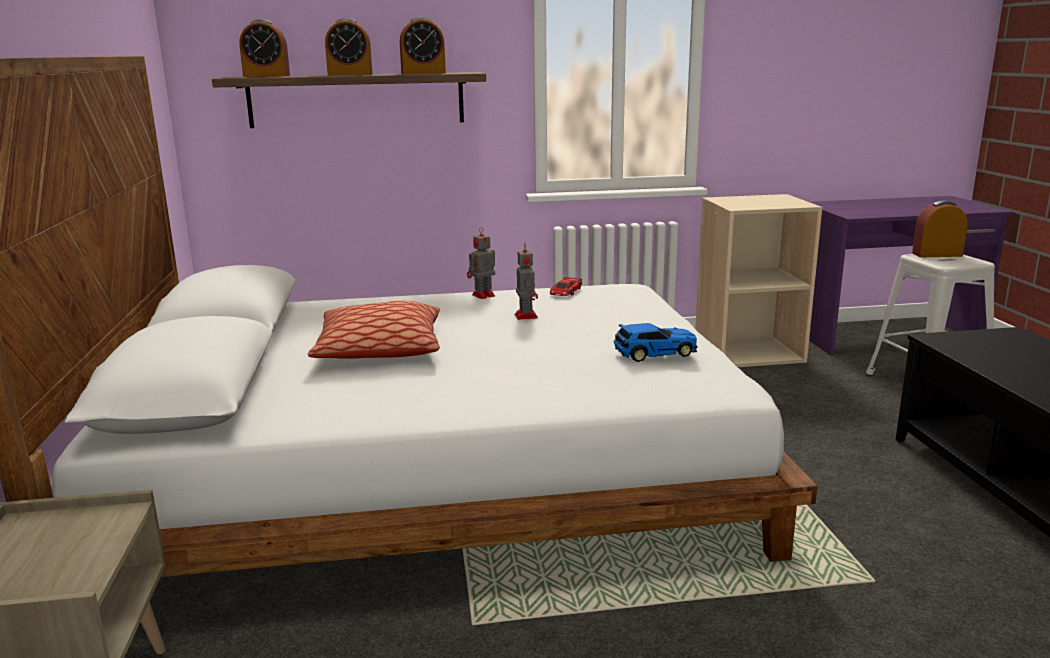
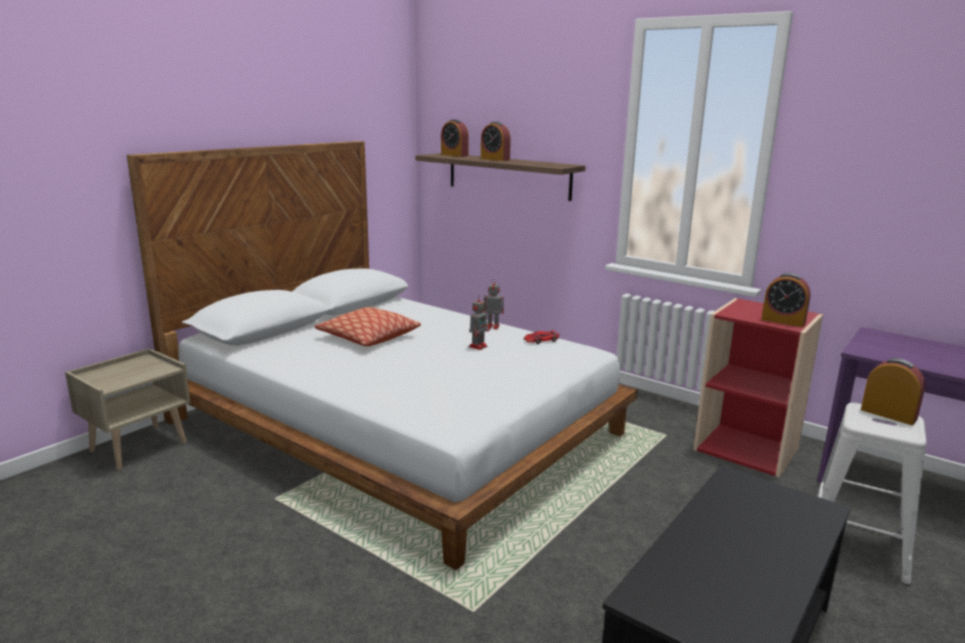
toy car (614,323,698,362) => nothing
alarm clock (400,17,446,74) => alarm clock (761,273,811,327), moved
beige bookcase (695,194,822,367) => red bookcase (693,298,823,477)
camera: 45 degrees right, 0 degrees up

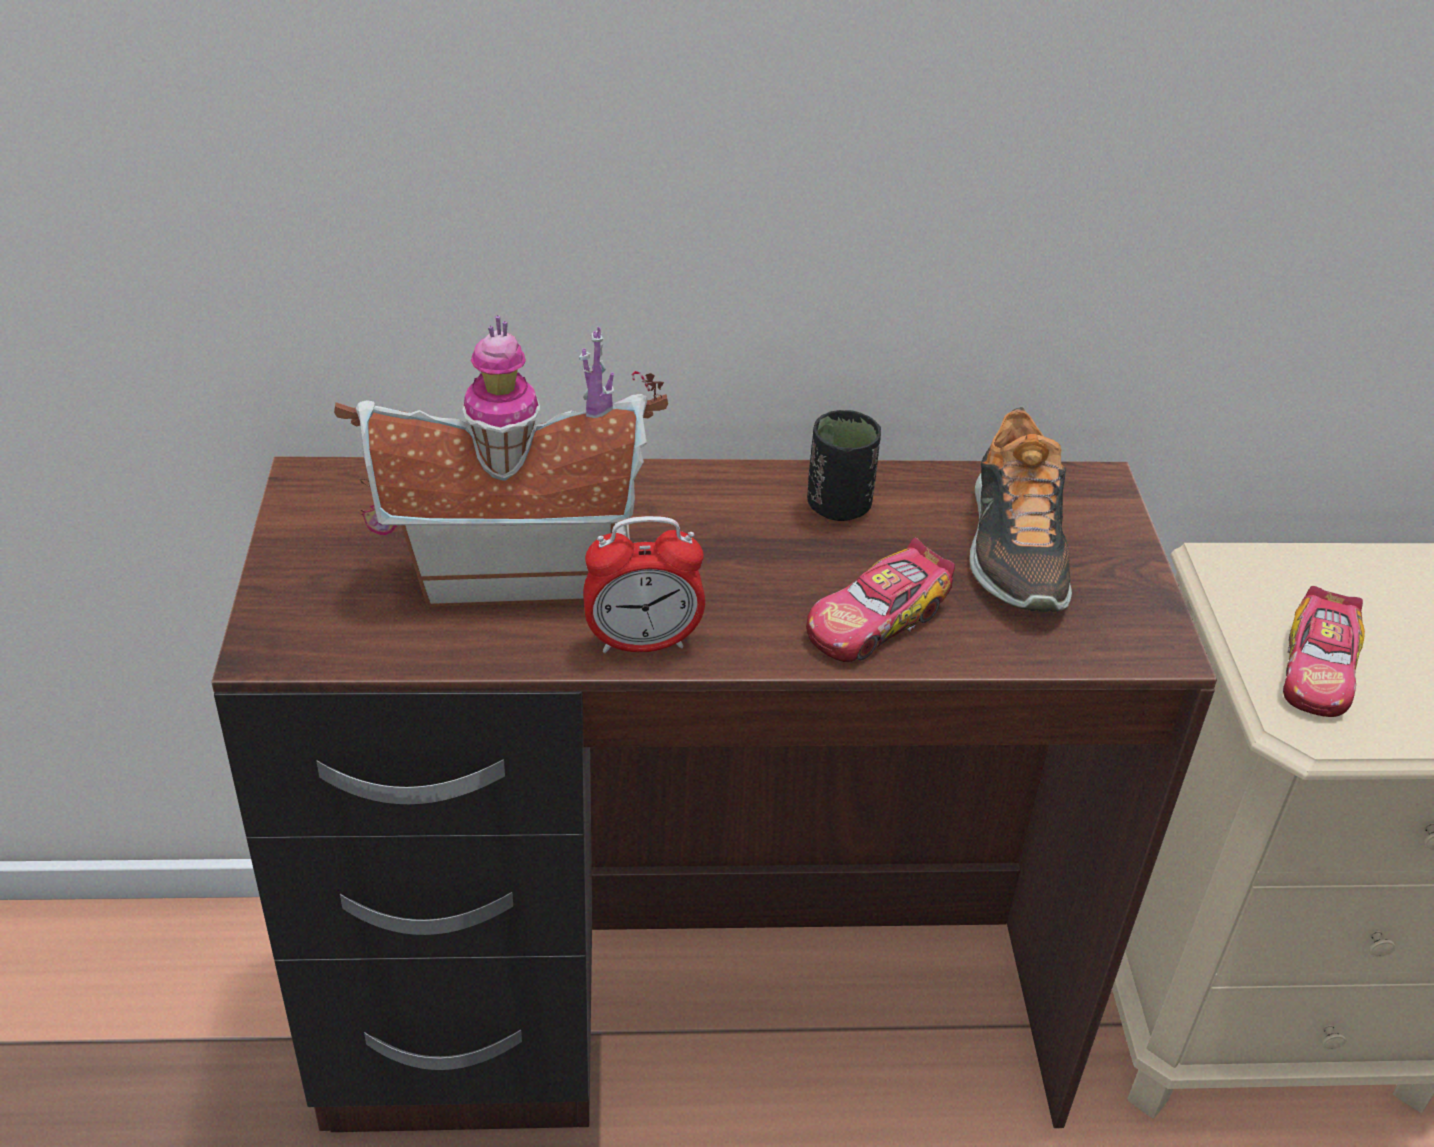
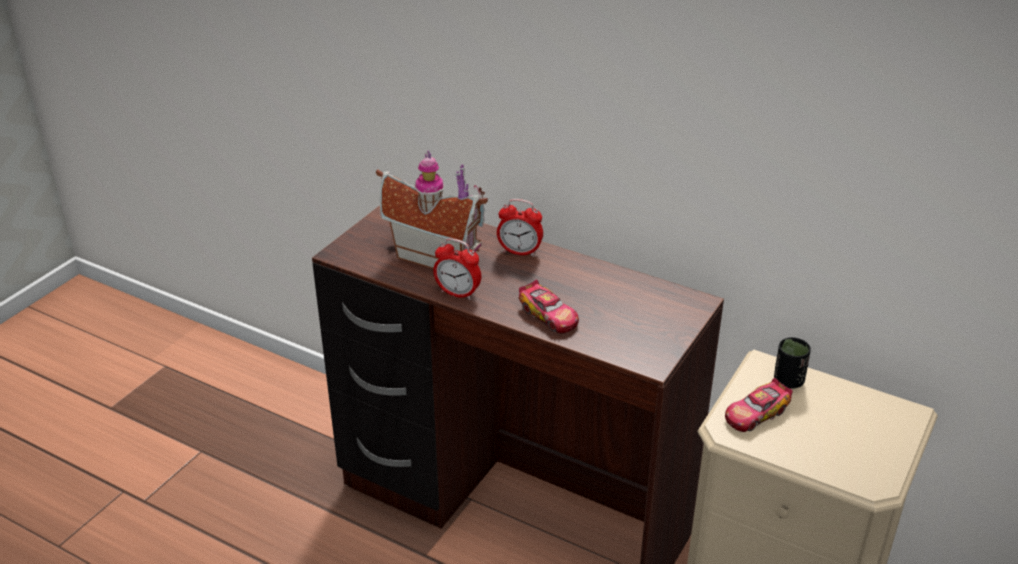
shoe (970,407,1072,612) => nothing
nothing => alarm clock (497,199,543,257)
black cup (807,410,881,521) => black cup (774,337,811,389), moved
toy car (806,538,955,662) => toy car (519,280,579,333), 120 degrees counterclockwise
camera: 35 degrees right, 5 degrees down

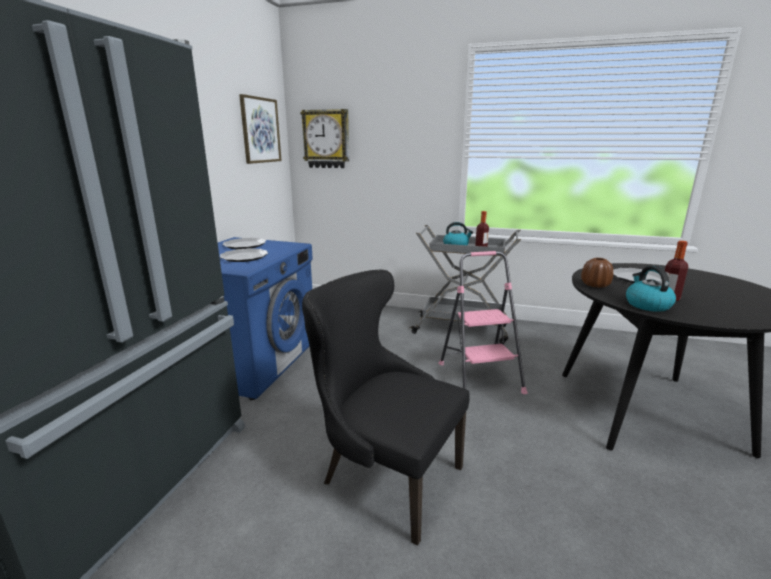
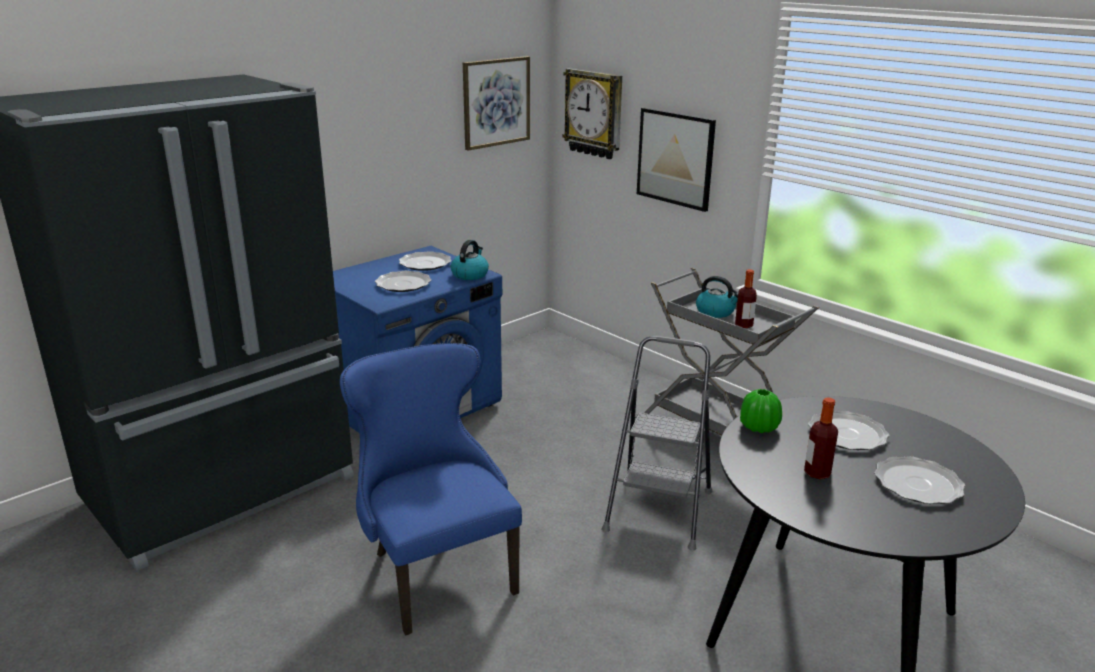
nothing => picture (637,108,716,212)
nothing => plate (874,456,965,504)
kettle (626,266,676,312) => kettle (450,240,489,280), moved
black chair (302,270,470,546) => blue chair (340,343,522,636)
pink step ladder (438,251,528,394) => grey step ladder (601,336,713,550)
brown vase (581,258,613,288) => green vase (740,389,782,433)
camera: 30 degrees right, 5 degrees up

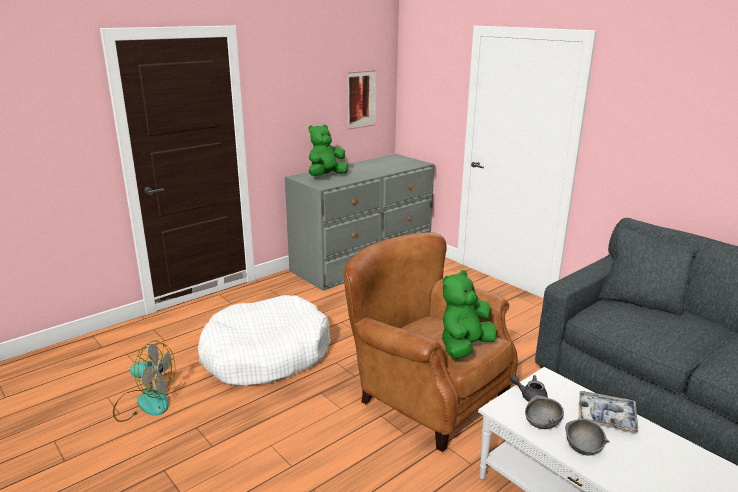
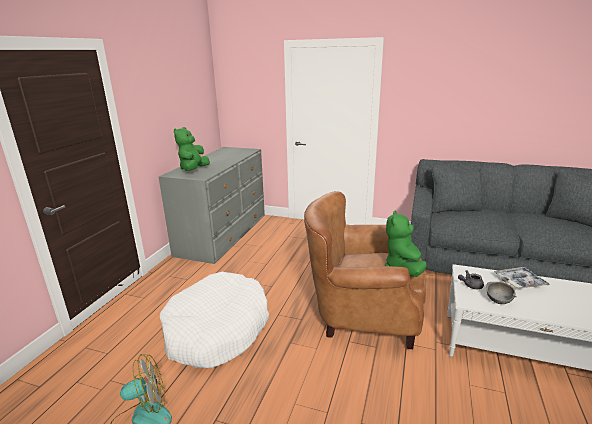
picture (347,70,376,130) => nothing
grey bowl (565,419,610,456) => nothing
camera: 30 degrees left, 0 degrees up

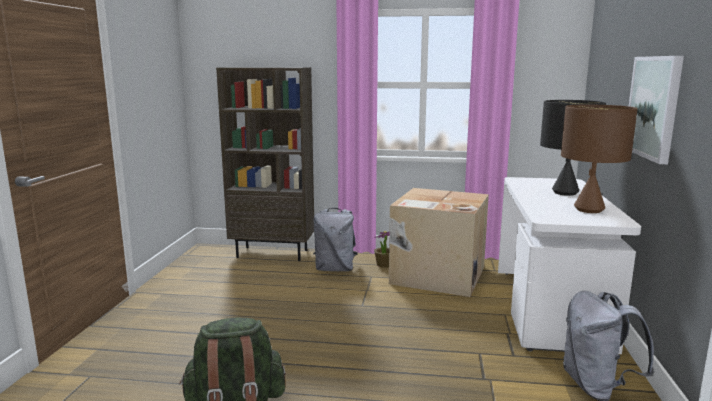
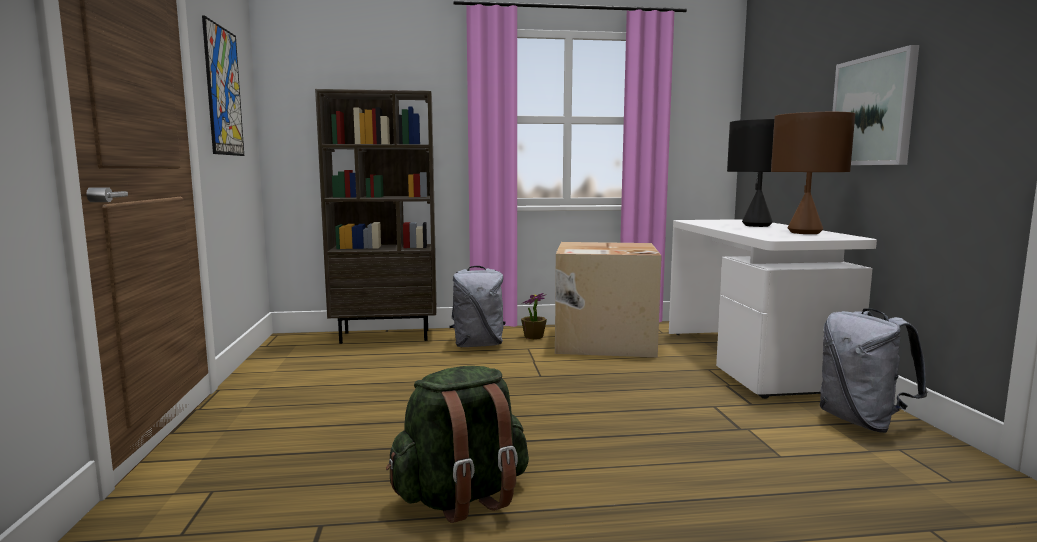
nothing => picture (202,15,244,156)
camera: 15 degrees left, 5 degrees down

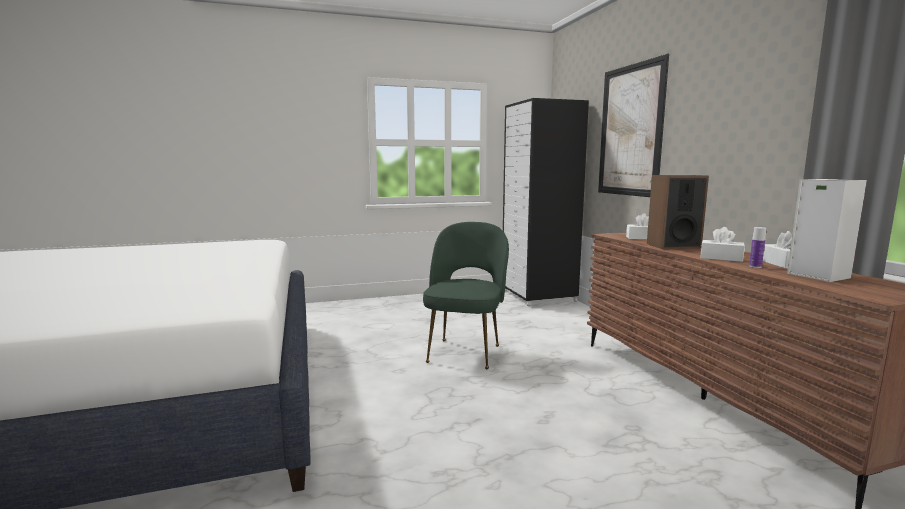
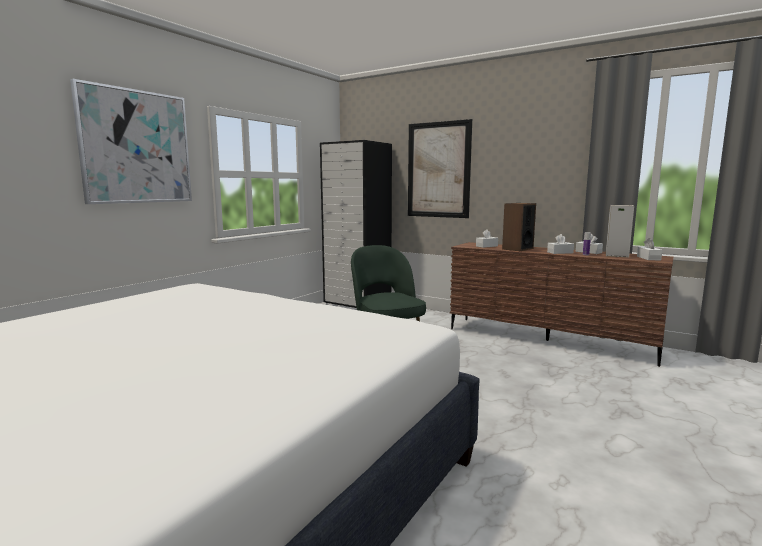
nothing => picture (70,79,192,204)
nothing => white tissue box (637,238,662,260)
camera: 40 degrees left, 0 degrees up

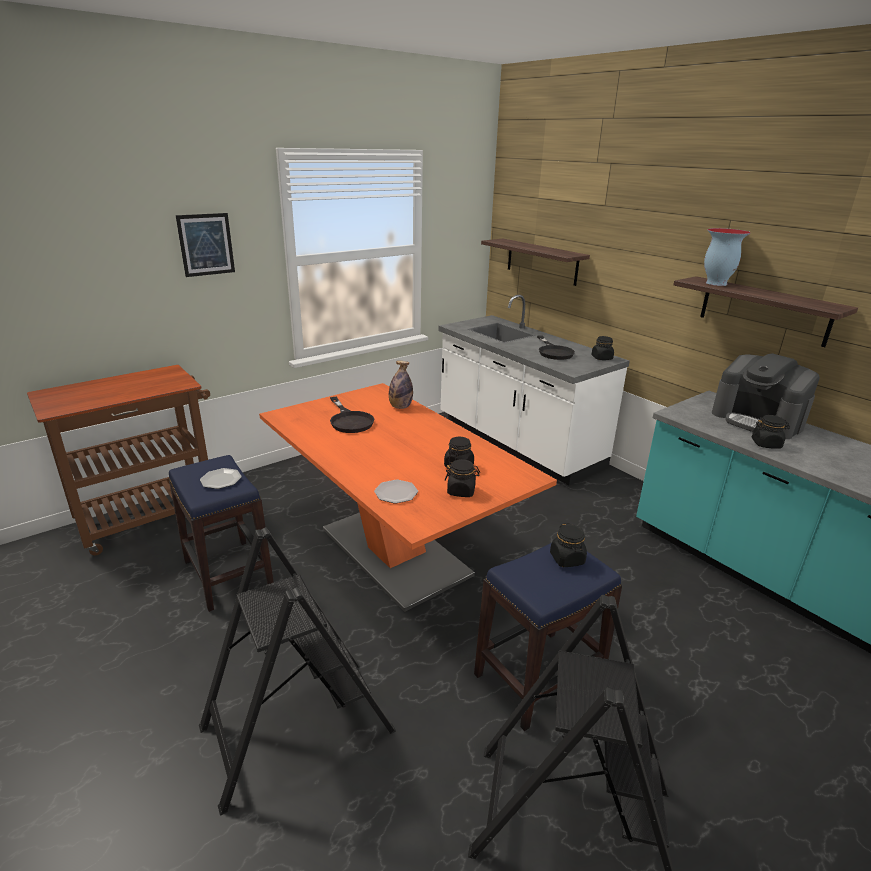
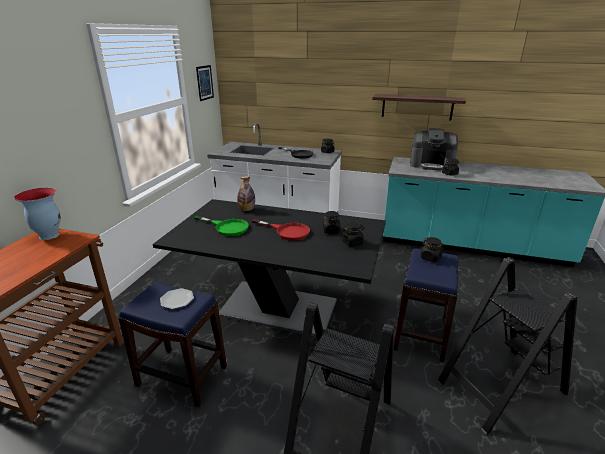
plate (374,480,418,504) => nothing
shelf (481,239,590,286) => nothing
nothing => red frying pan (252,219,310,241)
picture (175,213,235,277) => picture (196,65,214,101), moved
vase (704,228,751,286) => vase (14,187,61,240), moved
orange dining table (259,383,557,612) => black dining table (153,199,386,337)
black frying pan (330,397,374,433) => green frying pan (194,216,249,236)
camera: 35 degrees left, 0 degrees up

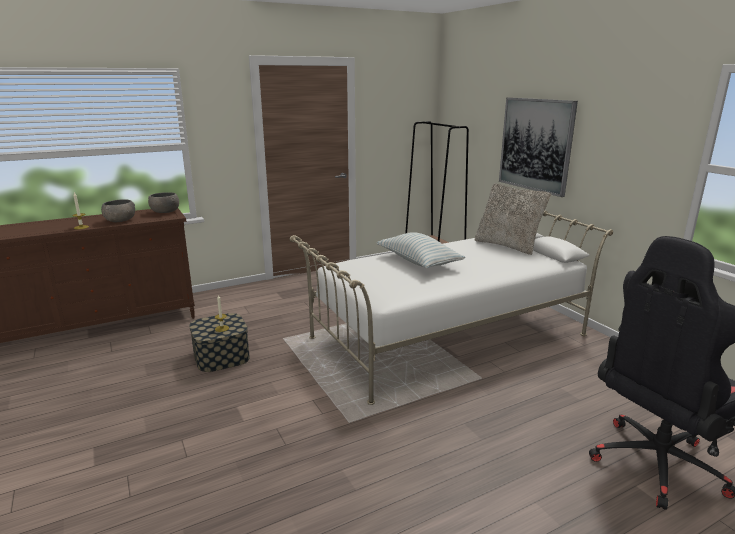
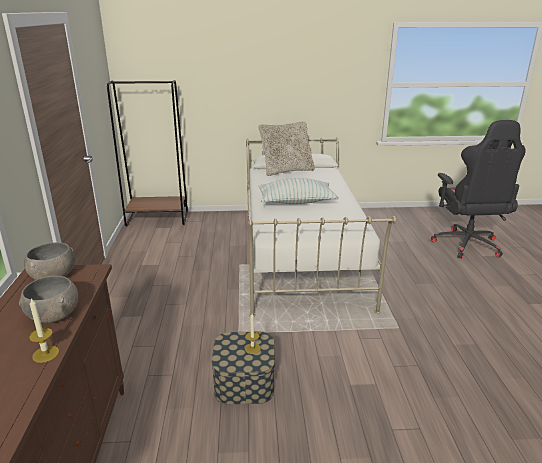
picture (499,97,578,197) => nothing
camera: 65 degrees left, 5 degrees up

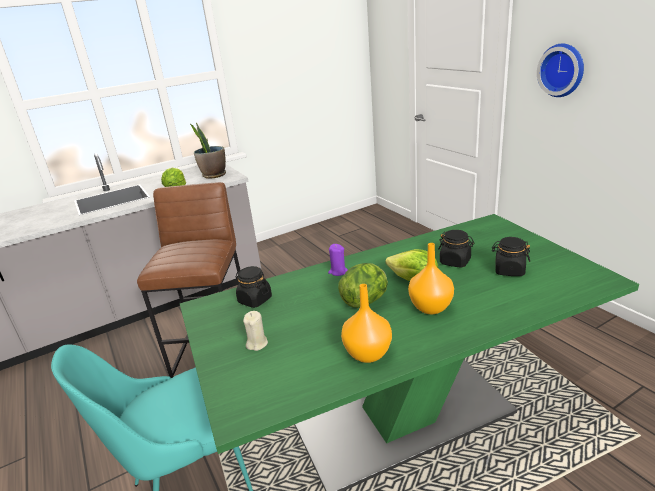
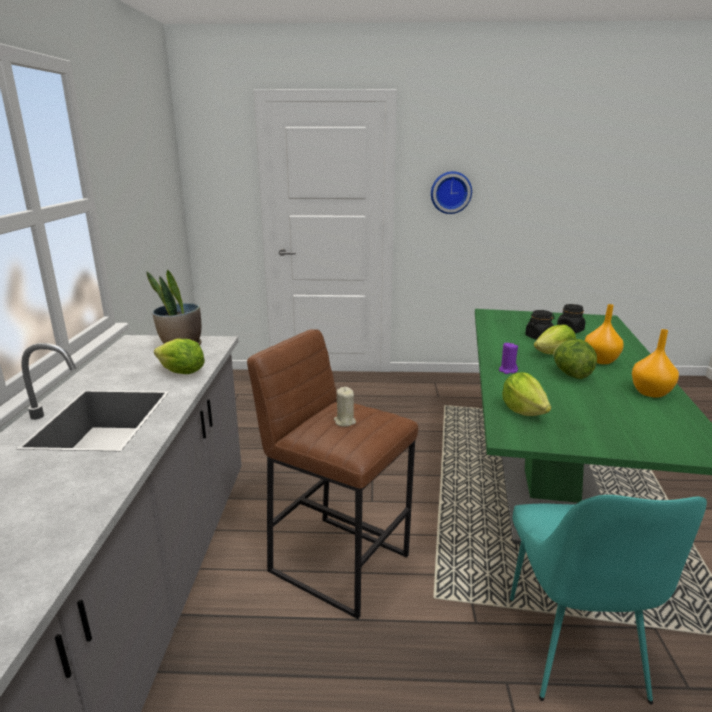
beige candle (243,311,268,351) => beige candle (334,387,356,427), moved
black jar (236,266,272,308) => lettuce (502,372,551,416)
camera: 60 degrees left, 5 degrees down

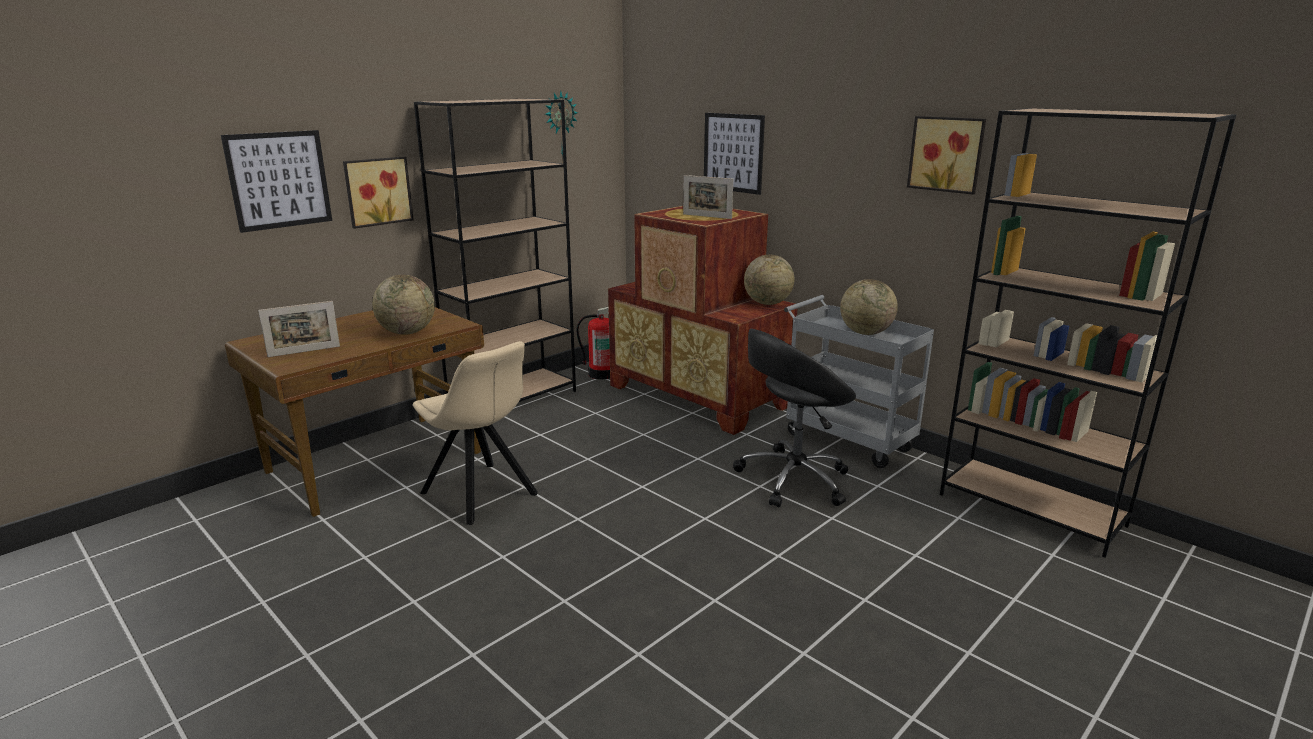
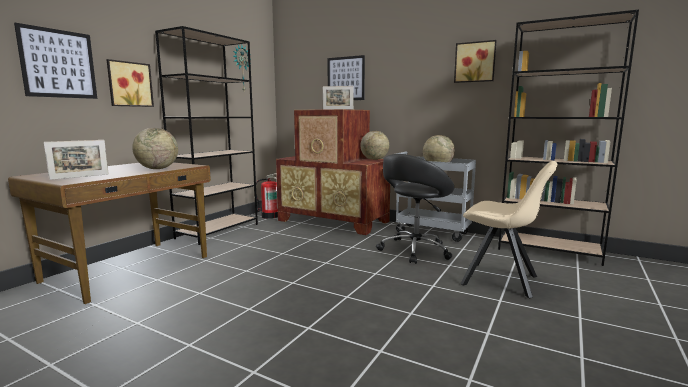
beige chair (413,341,538,525) => beige chair (461,161,557,298), moved
camera: 15 degrees left, 10 degrees down

